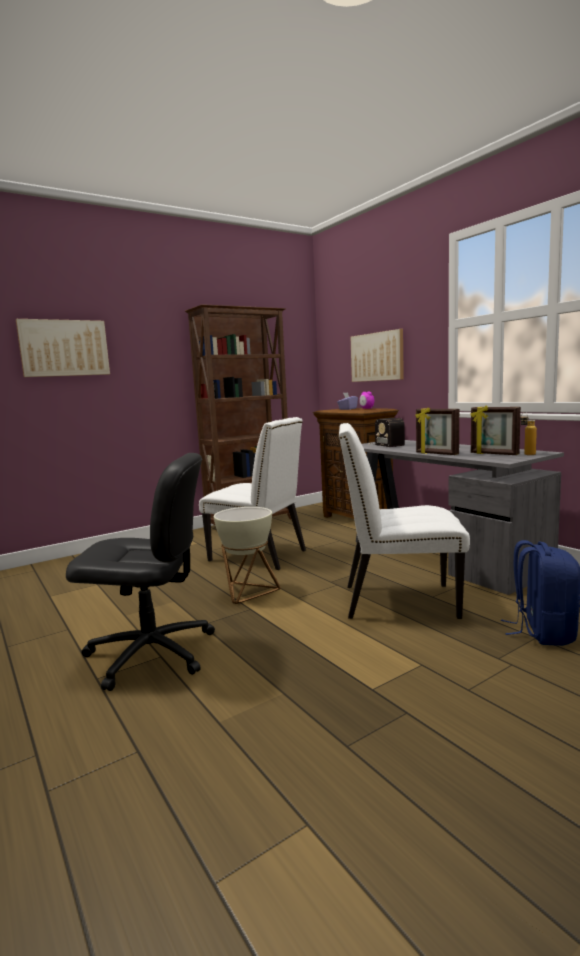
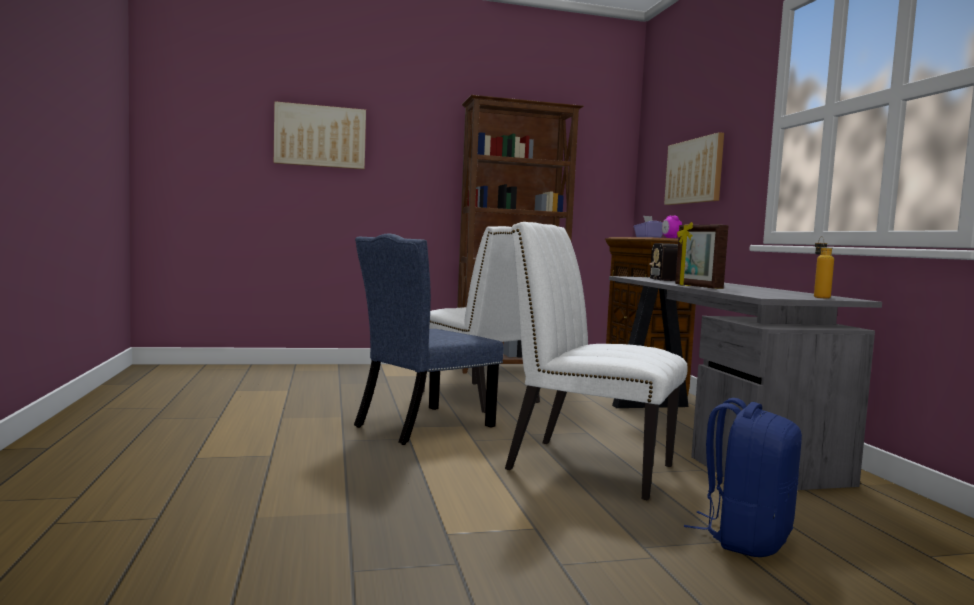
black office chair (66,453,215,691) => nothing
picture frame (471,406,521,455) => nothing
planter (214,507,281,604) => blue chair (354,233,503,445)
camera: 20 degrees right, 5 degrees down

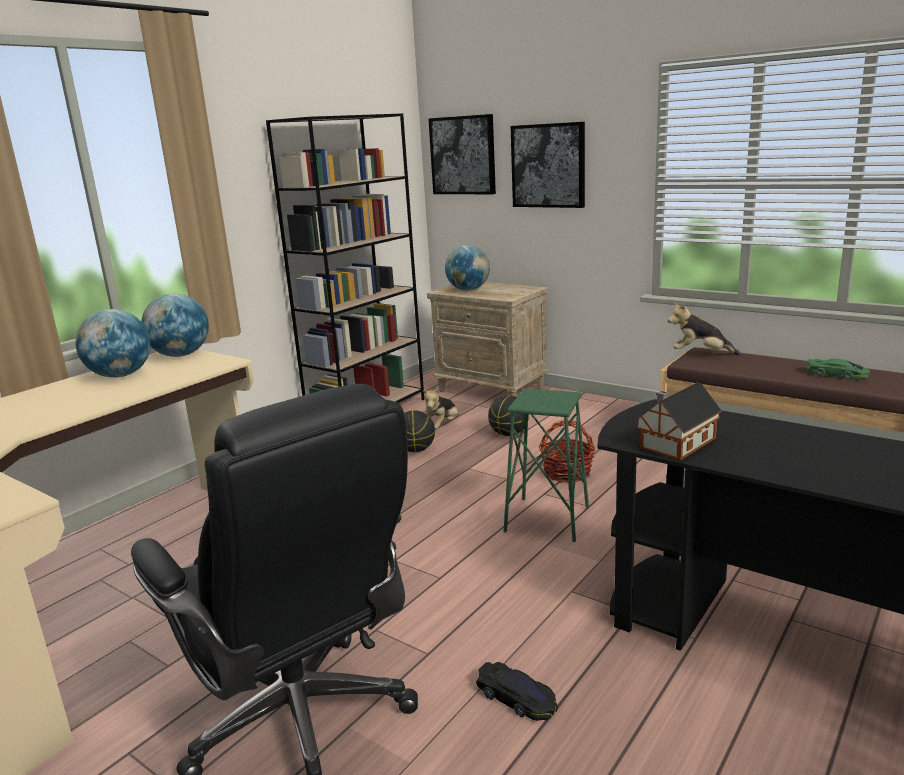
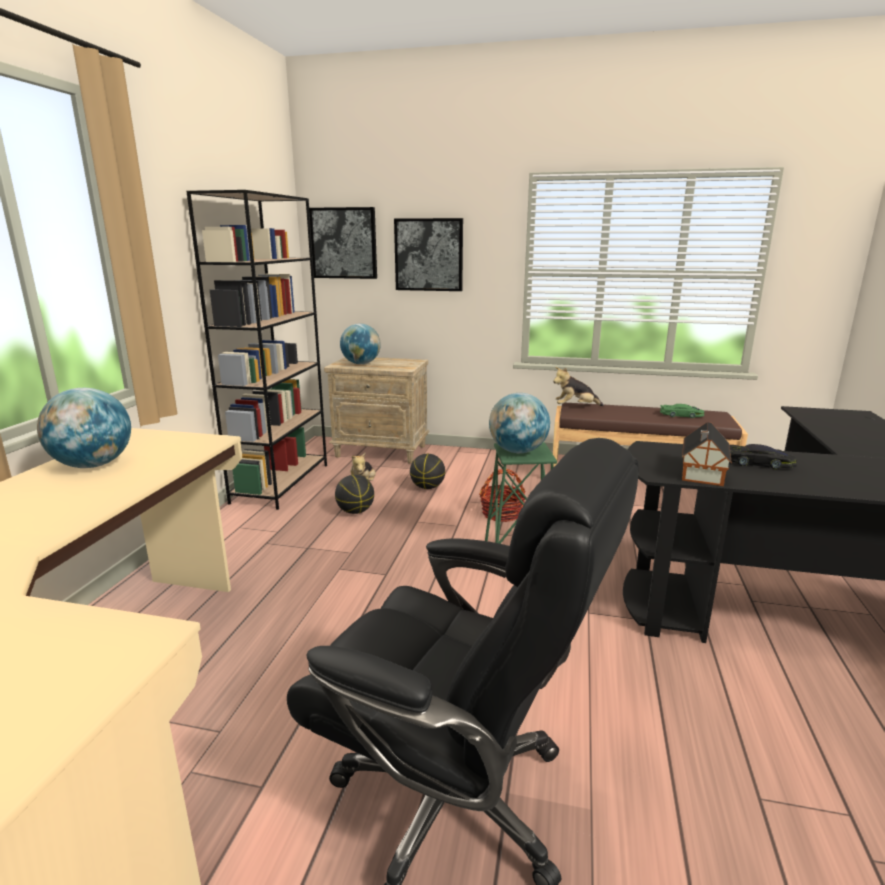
globe (141,293,209,357) => globe (489,393,550,453), moved
black toy car (476,662,558,721) => black toy car (730,444,797,470), moved
camera: 25 degrees left, 0 degrees up

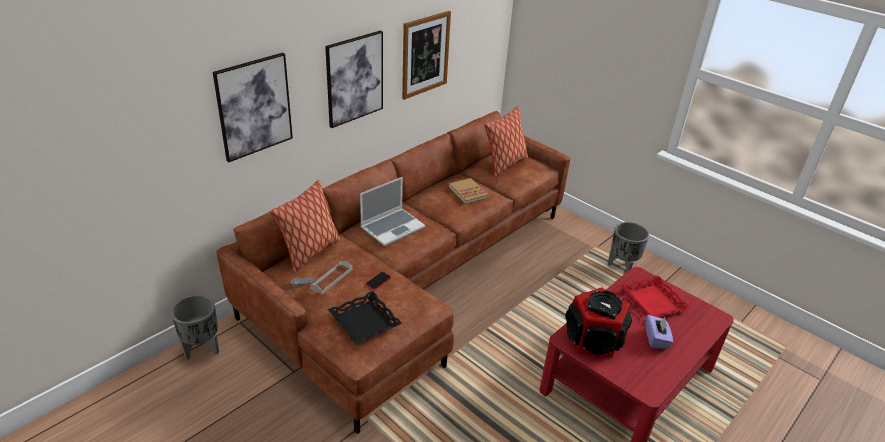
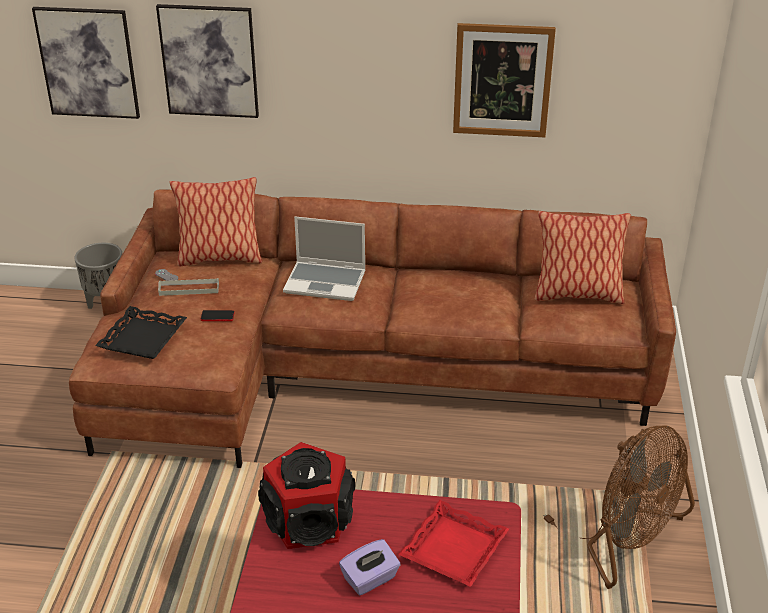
book (449,178,489,204) => nothing
picture (325,31,383,128) => picture (32,7,140,119), moved
grey planter (608,222,649,273) => brown fan (544,425,695,589)
camera: 55 degrees right, 0 degrees up

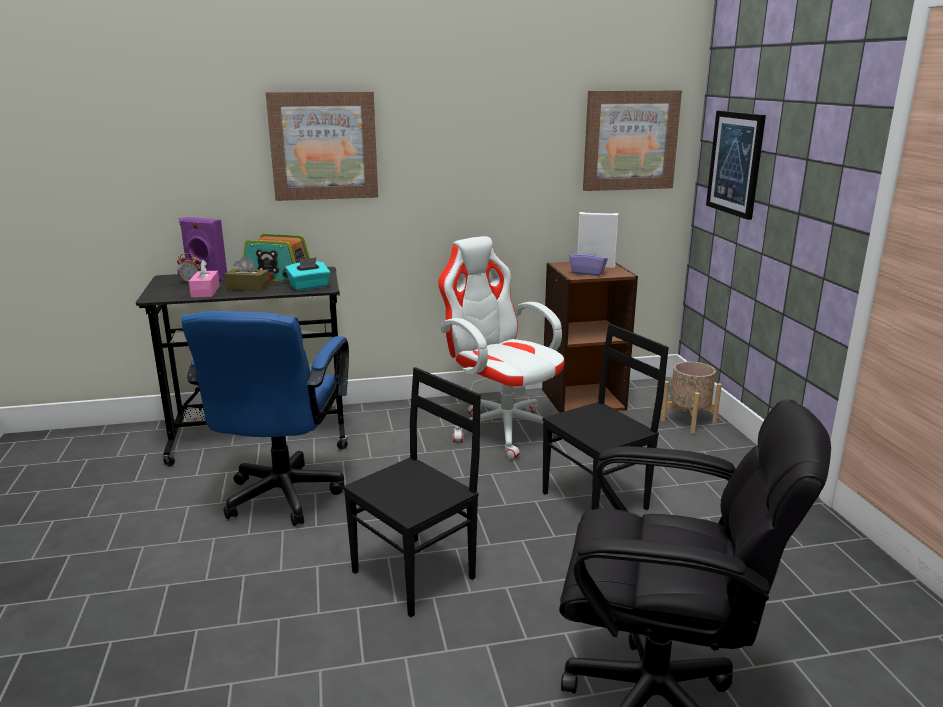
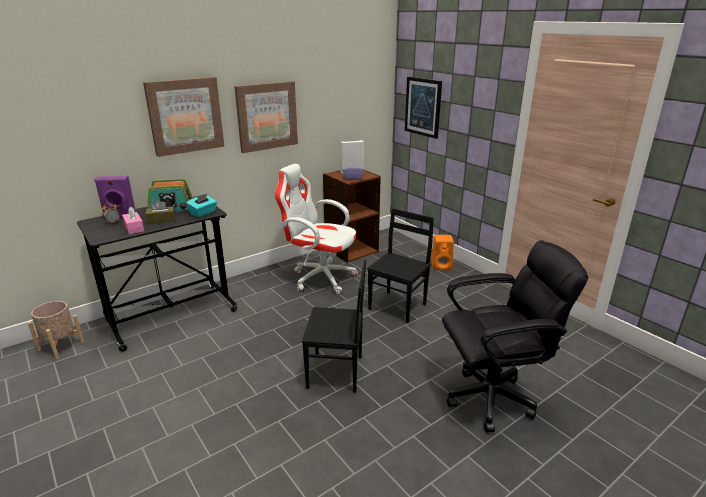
blue office chair (182,311,349,526) => nothing
nothing => orange speaker (431,235,454,270)
picture (583,90,682,191) => picture (234,81,298,153), moved
beige planter (661,362,722,434) => beige planter (28,301,84,359), moved
black chair (343,367,481,617) => black chair (302,260,366,393), 75 degrees clockwise
camera: 25 degrees left, 5 degrees up

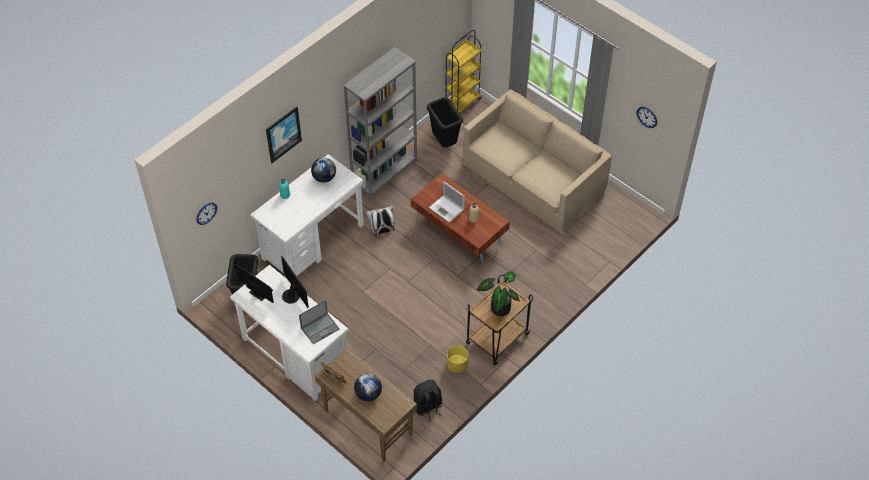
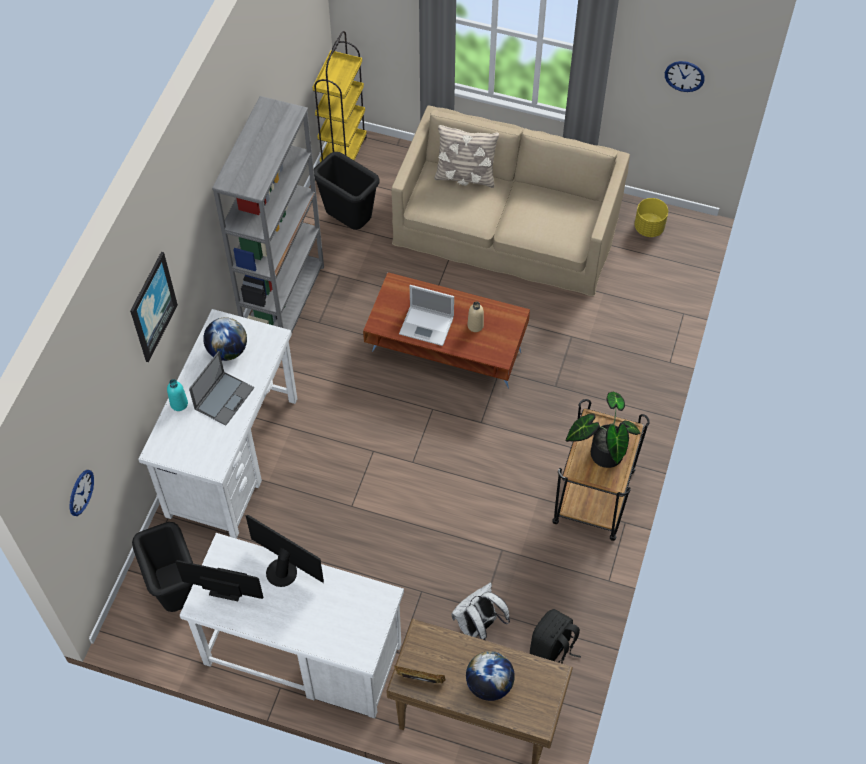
nothing => beige pillow (434,125,499,188)
laptop (299,300,340,344) => laptop (189,351,254,425), moved
white backpack (366,206,395,236) => white backpack (452,582,510,641), moved
yellow planter (447,345,469,373) => yellow planter (635,198,668,237), moved
camera: 25 degrees left, 5 degrees up

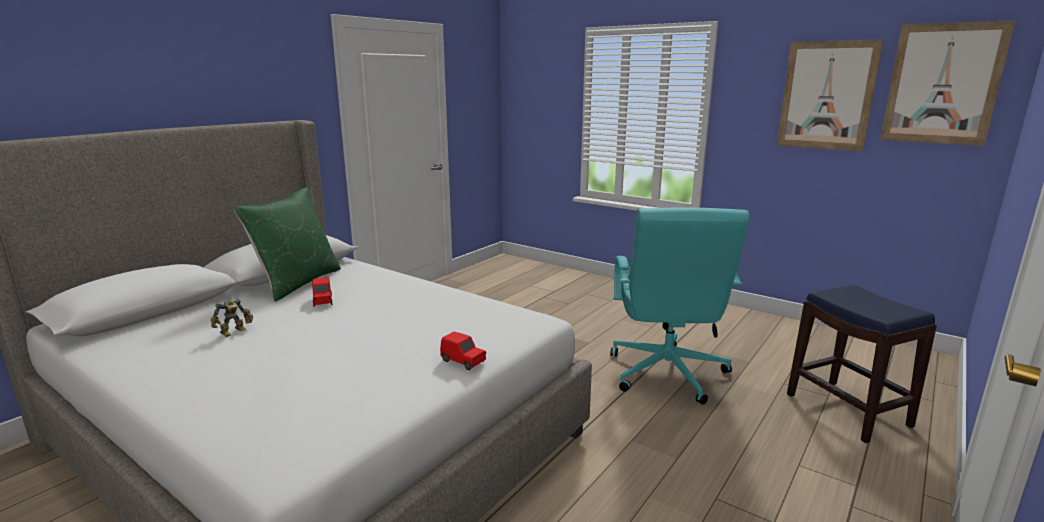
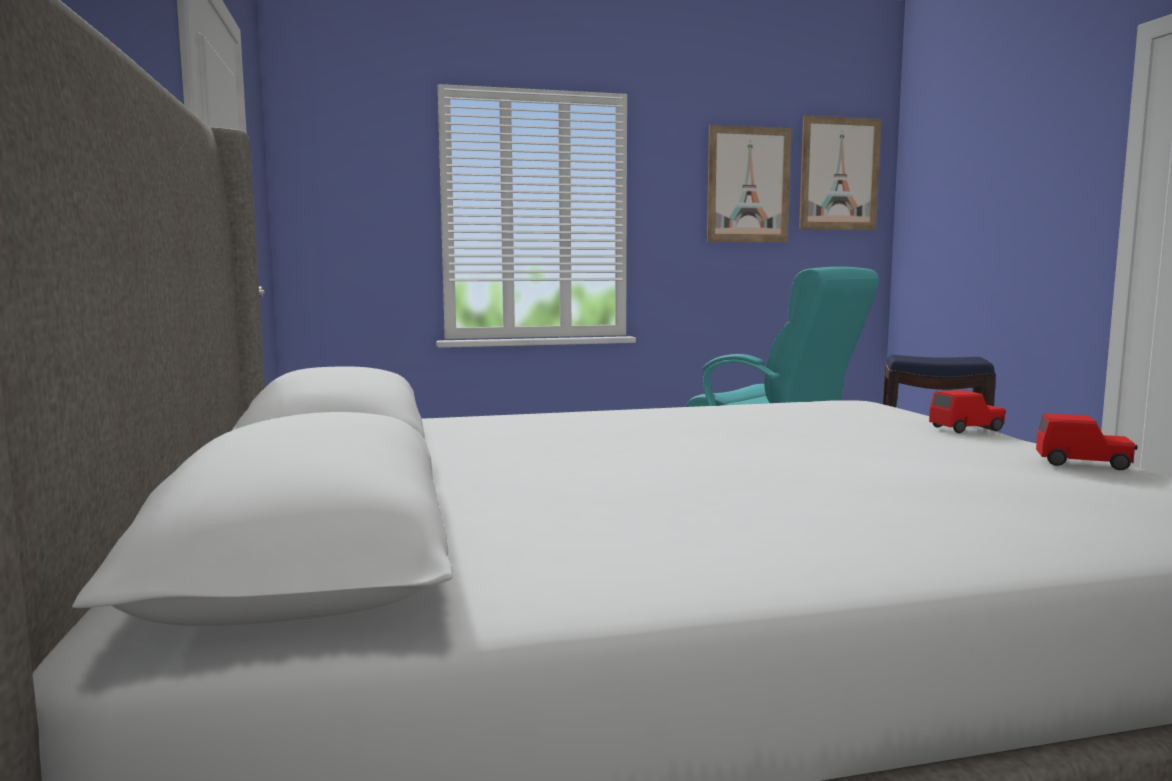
toy robot (210,299,253,337) => nothing
green pillow (234,188,341,302) => nothing
red toy car (312,277,332,307) => red toy car (1036,413,1137,470), moved
camera: 50 degrees left, 10 degrees down

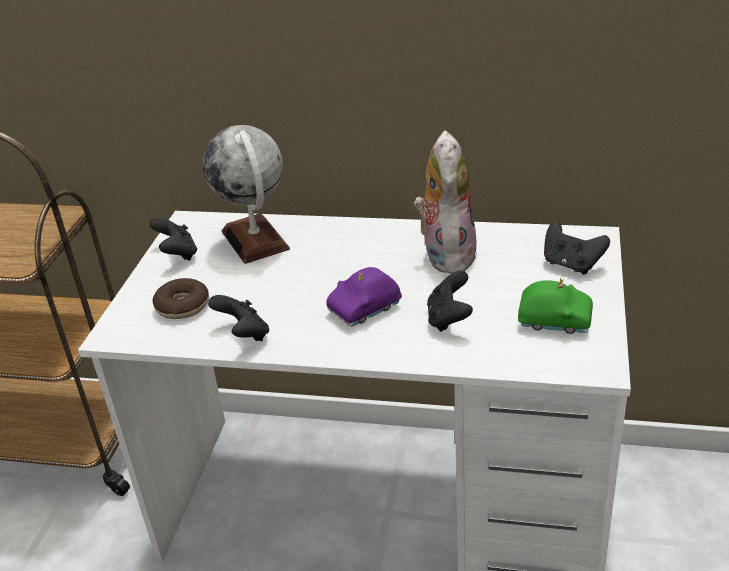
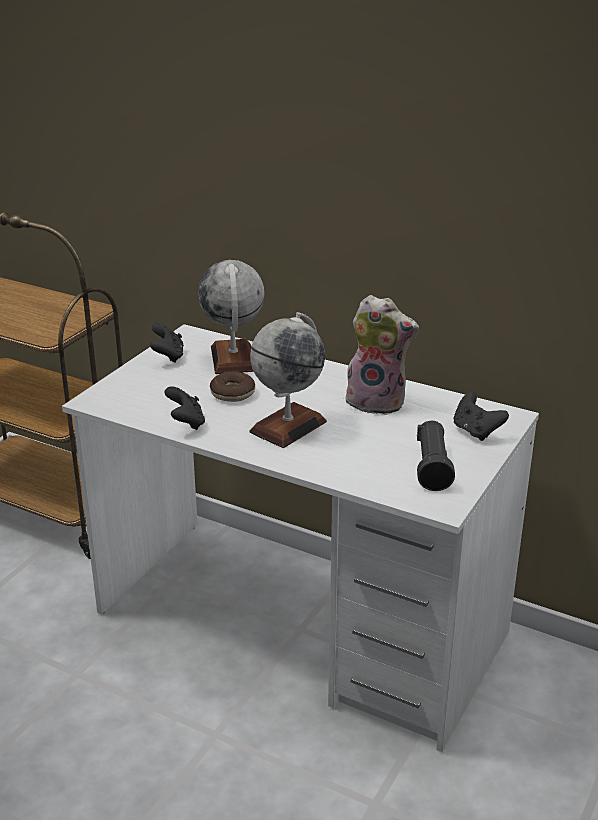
black game controller (427,271,473,332) => nothing
donut (153,278,209,319) => donut (210,371,255,402), moved
purple toy car (326,267,402,327) => globe (250,312,327,448)
green toy car (518,278,593,334) => black flashlight (417,421,455,491)
plush toy (414,130,477,274) => plush toy (343,295,419,415), 90 degrees clockwise
camera: 15 degrees right, 5 degrees down

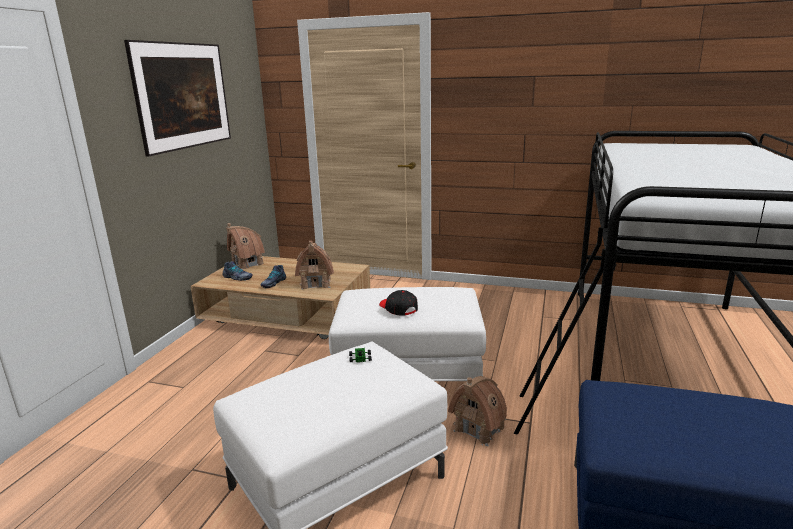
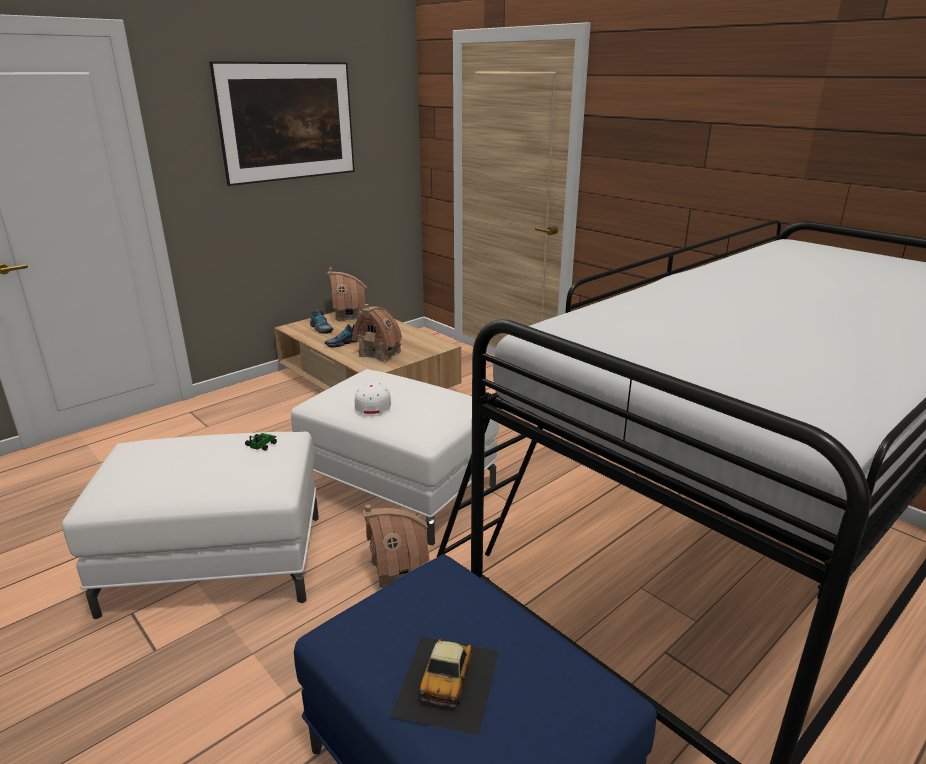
nothing => toy car (390,636,499,736)
black cap (379,290,418,316) => white cap (355,383,391,414)
camera: 30 degrees right, 5 degrees up

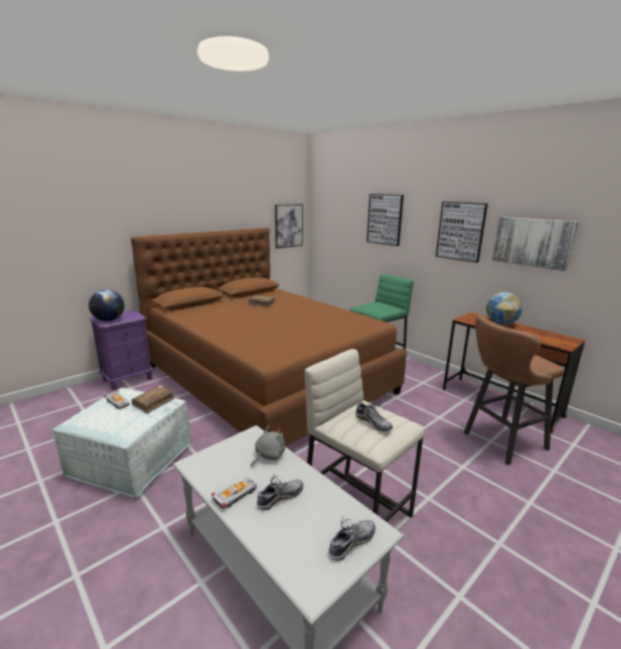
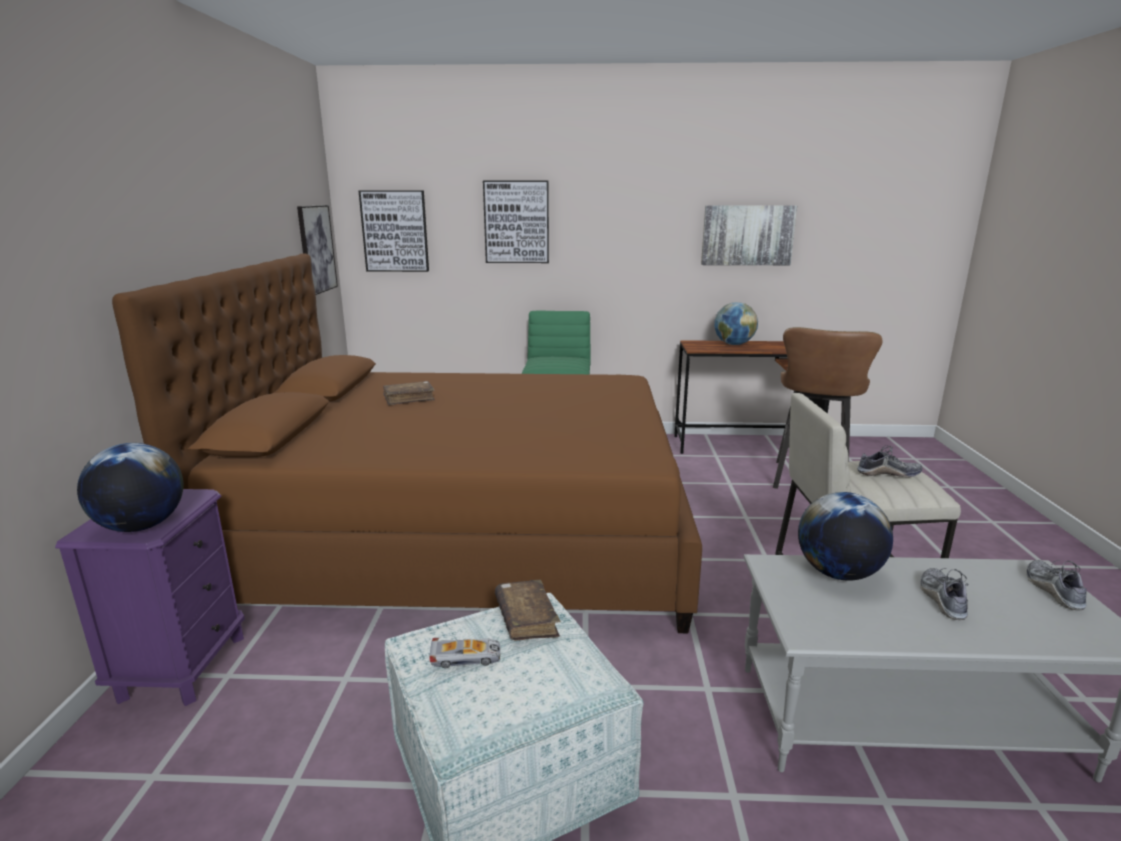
toy car (211,478,257,509) => nothing
picture (436,202,488,263) => picture (358,190,429,272), moved
grey plush toy (250,426,285,467) => globe (798,492,893,581)
camera: 45 degrees left, 0 degrees up

